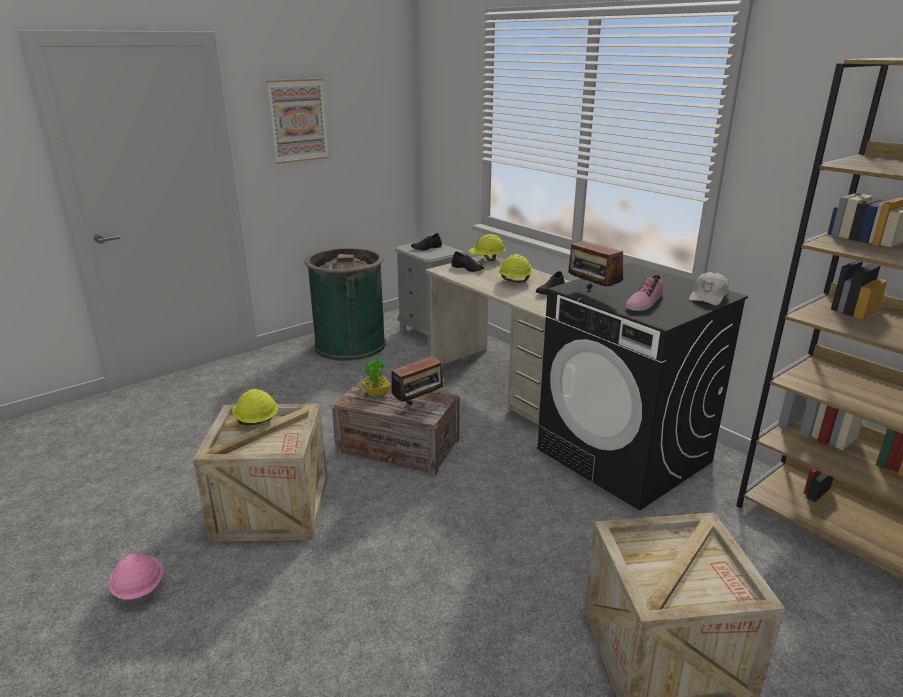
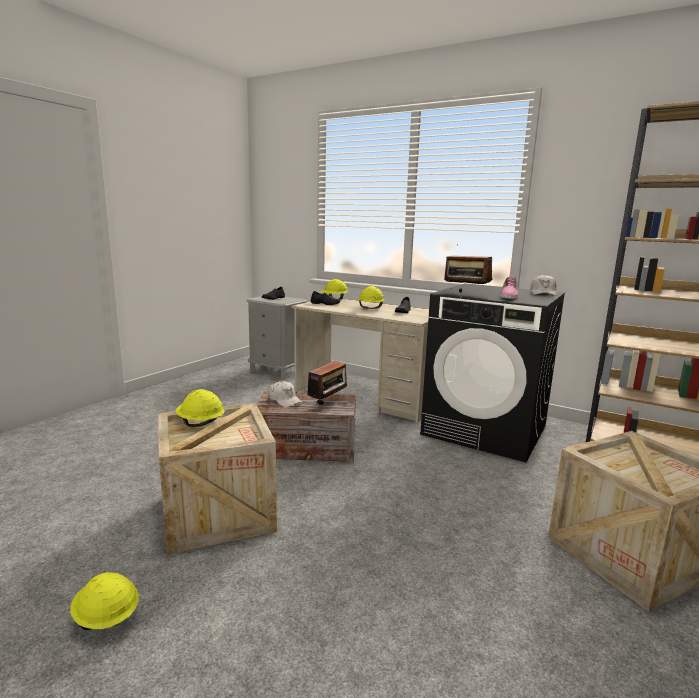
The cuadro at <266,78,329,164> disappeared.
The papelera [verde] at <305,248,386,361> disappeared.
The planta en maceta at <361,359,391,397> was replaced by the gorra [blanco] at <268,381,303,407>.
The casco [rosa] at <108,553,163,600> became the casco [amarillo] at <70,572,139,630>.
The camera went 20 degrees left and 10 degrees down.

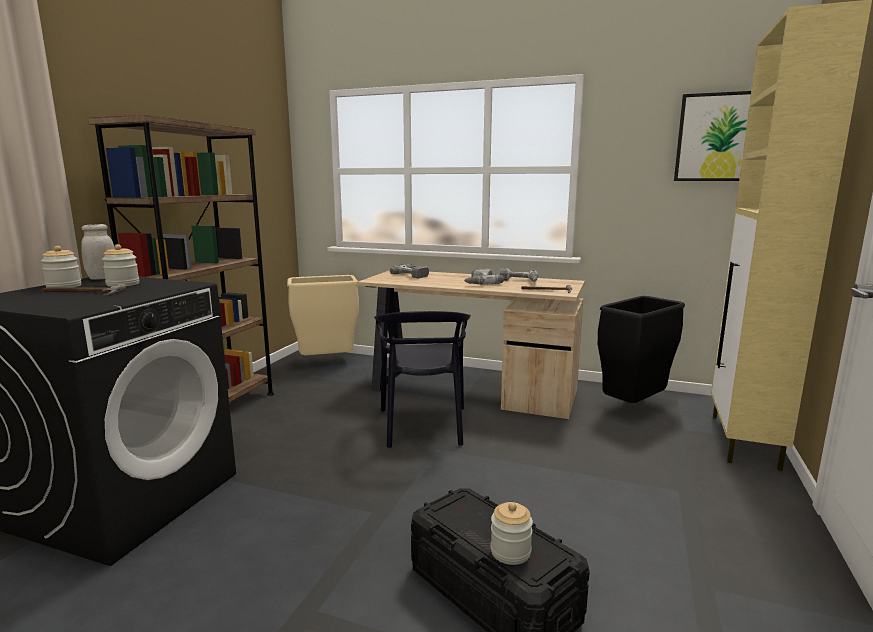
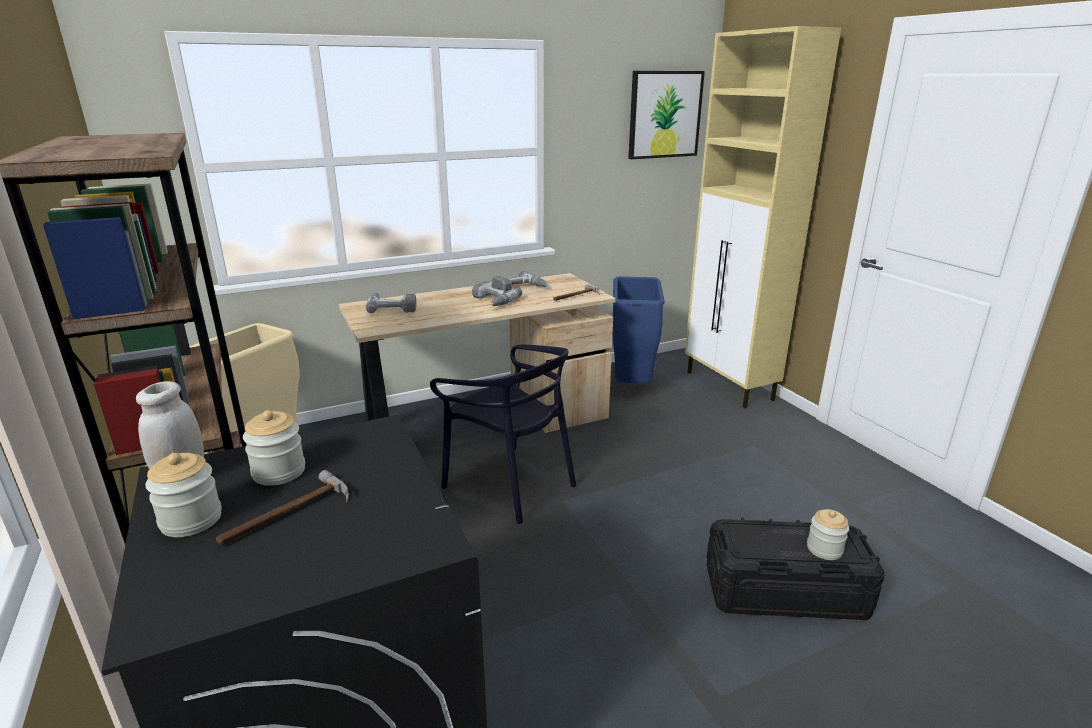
The papelera [negro] at <598,296,685,403> became the papelera [azul] at <612,276,665,384>.
The camera went 45 degrees left and 10 degrees up.

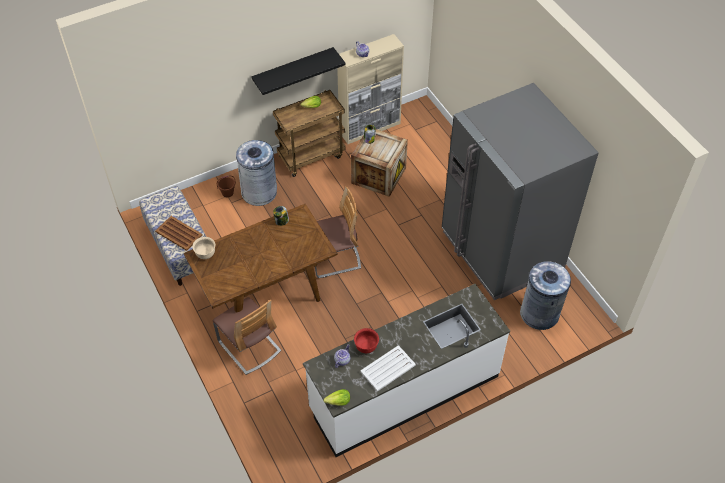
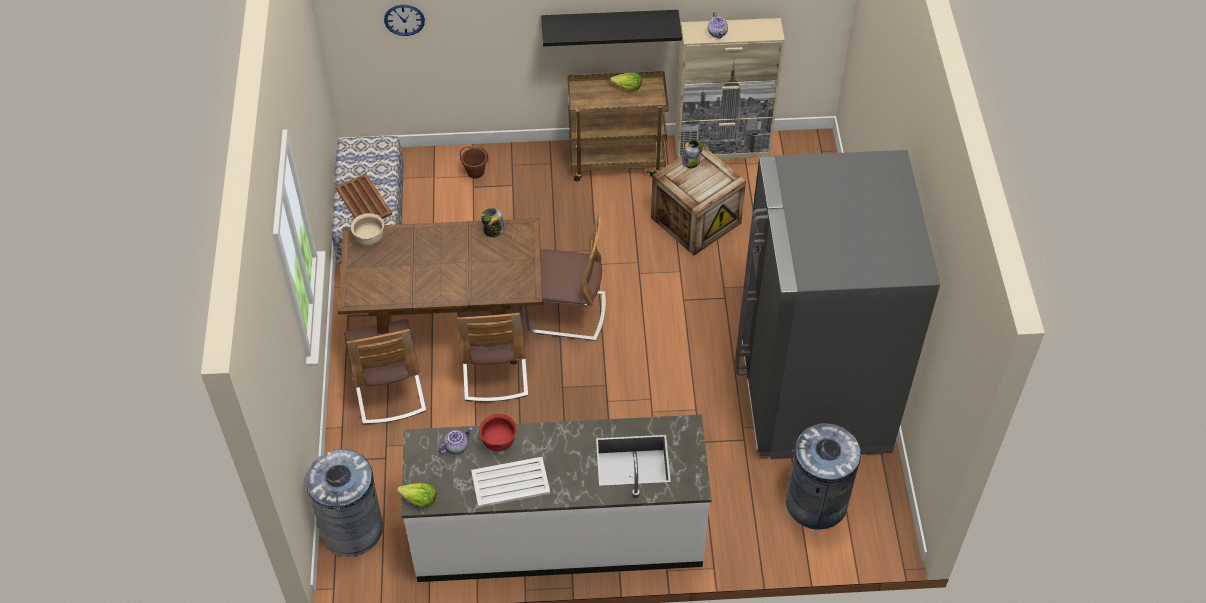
The reloj de pared at <384,5,425,36> appeared.
The silla at <457,306,528,402> appeared.
The papelera [gris] moved from <236,140,277,206> to <306,449,383,557>.
The camera went 25 degrees right and 0 degrees up.

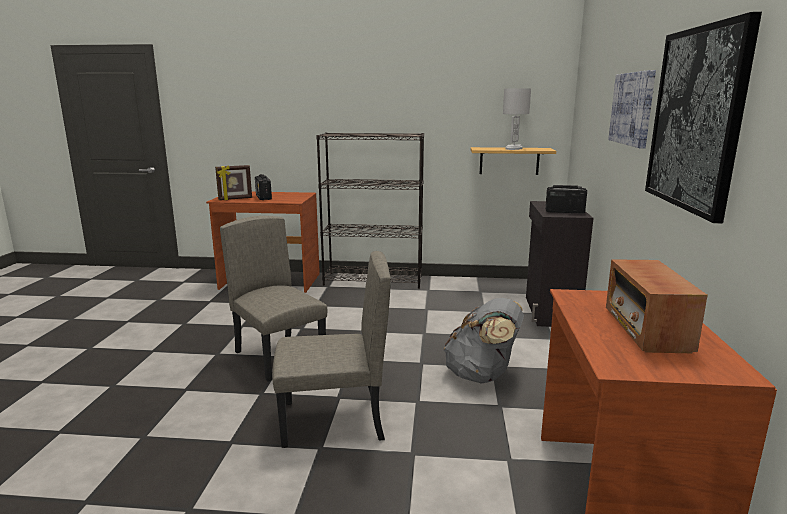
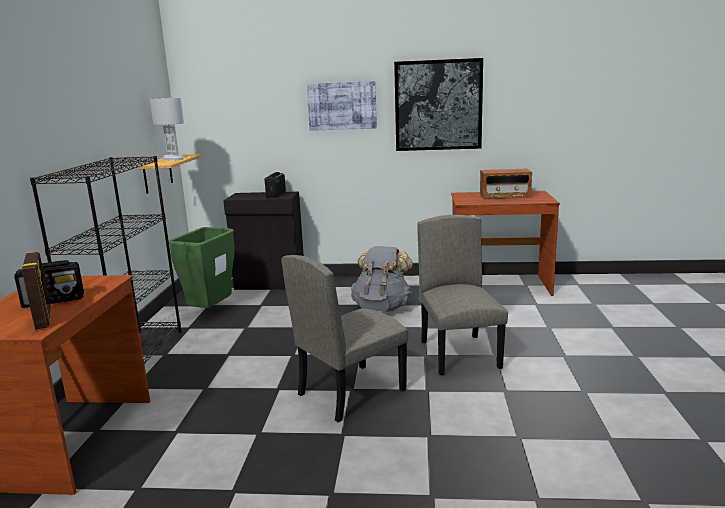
The papelera [verde] at <169,227,234,308> appeared.
The camera went 90 degrees left and 0 degrees up.

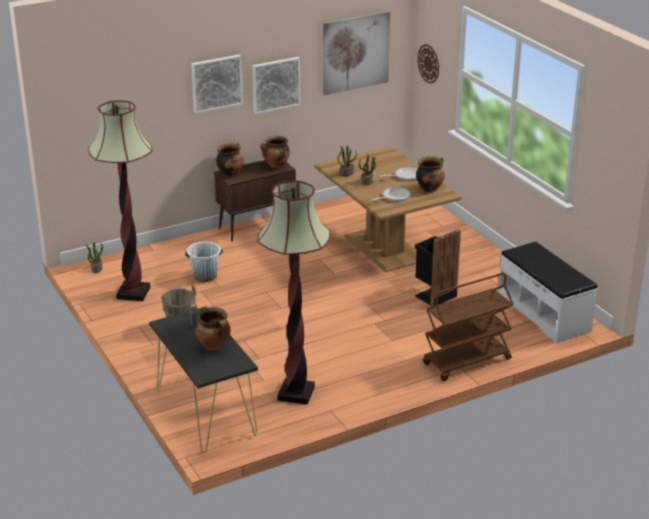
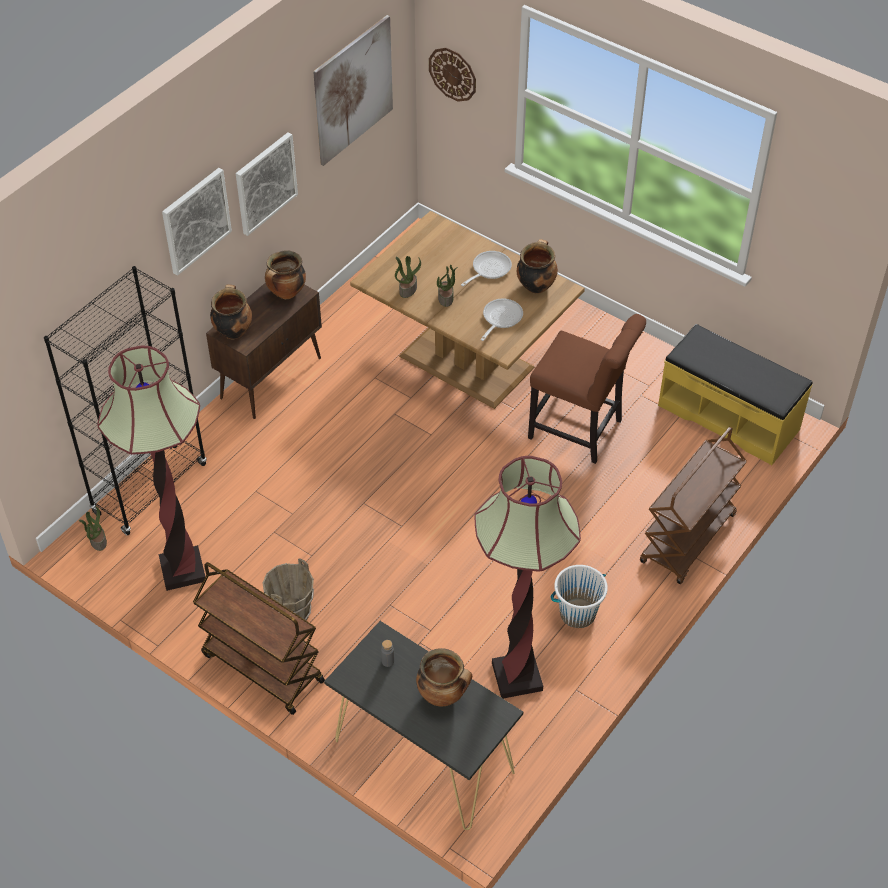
The estantería [negro] at <44,266,207,535> appeared.
The carrito [marrón] at <193,562,325,715> appeared.
The cubo [blanco] moved from <185,242,223,282> to <551,565,608,628>.
The papelera [negro] at <415,229,461,306> was replaced by the silla [marrón] at <528,314,646,464>.
The banco [blanco] at <498,242,598,343> became the banco [amarillo] at <658,324,813,465>.
The camera went 25 degrees left and 20 degrees up.

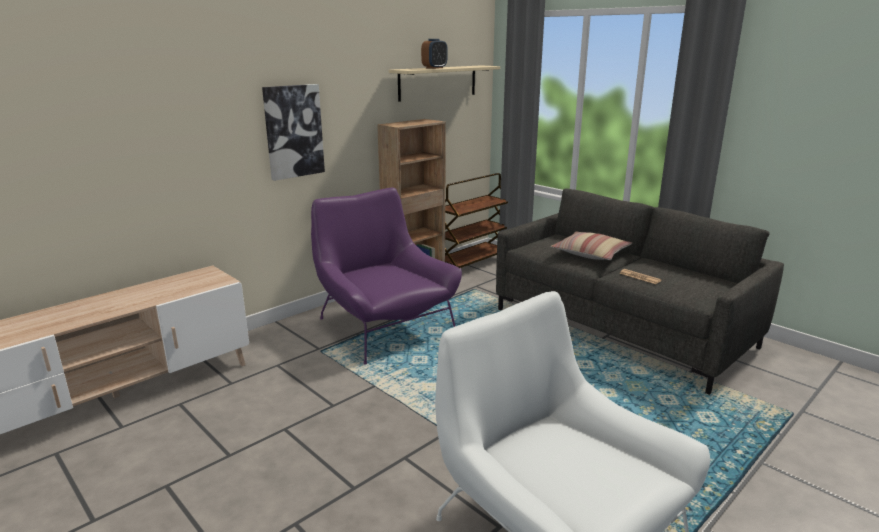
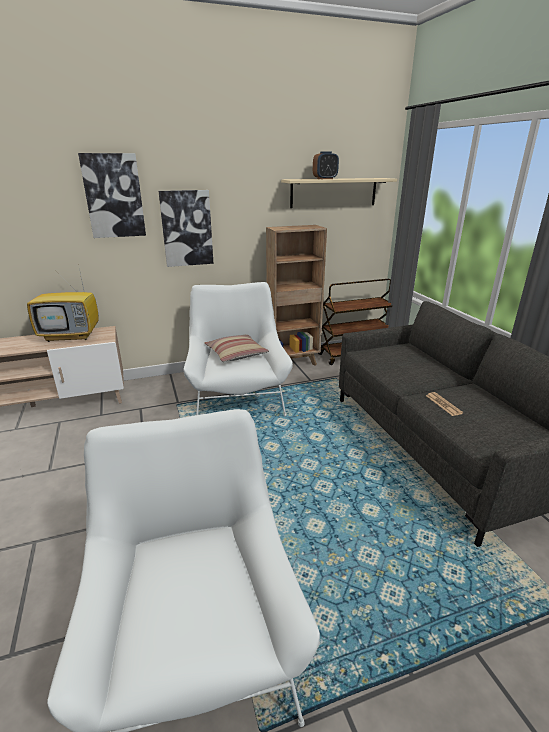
The televisor at <27,268,99,342> appeared.
The cuadro at <78,153,146,238> appeared.
The cojín moved from <551,232,632,260> to <204,335,269,362>.
The sillón [morado] at <311,187,462,365> became the sillón [blanco] at <184,282,293,416>.
The camera went 25 degrees right and 5 degrees up.

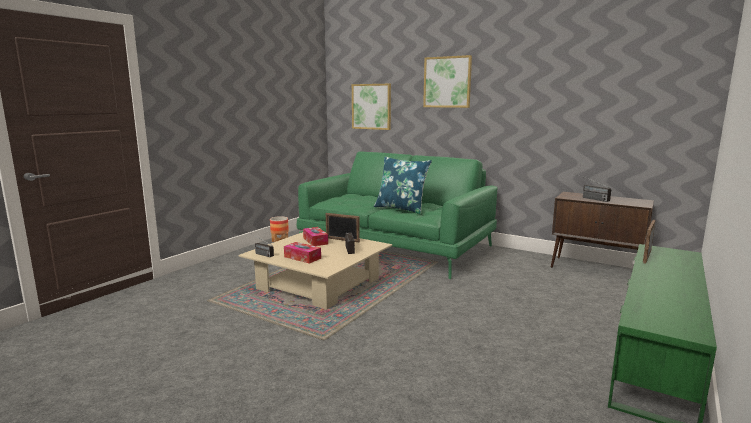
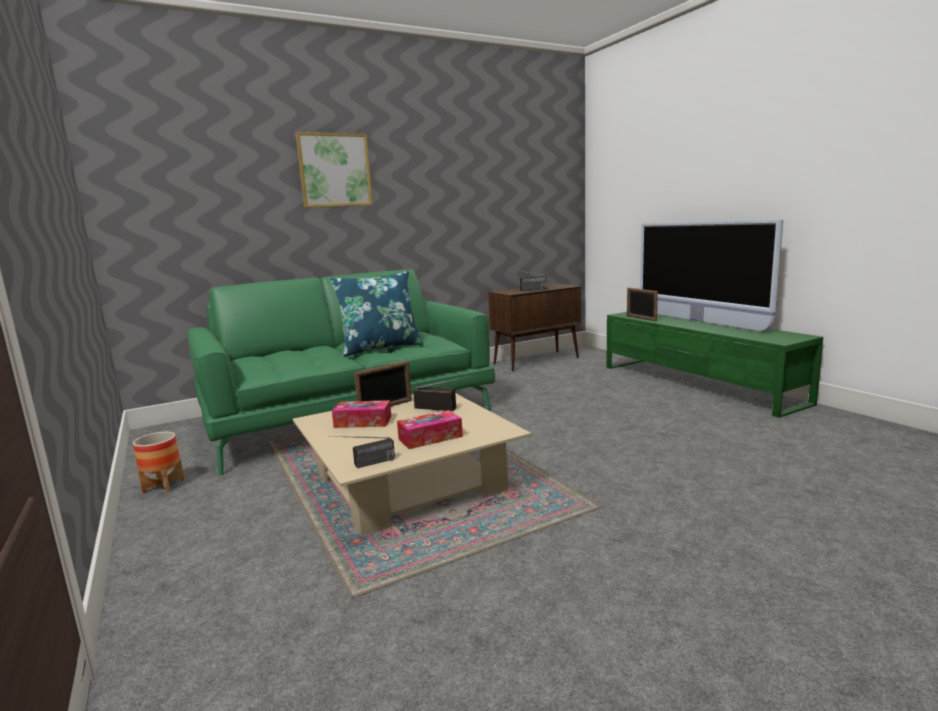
The cuadro at <352,84,391,130> disappeared.
The televisor at <640,220,783,332> appeared.
The camera went 60 degrees left and 0 degrees up.

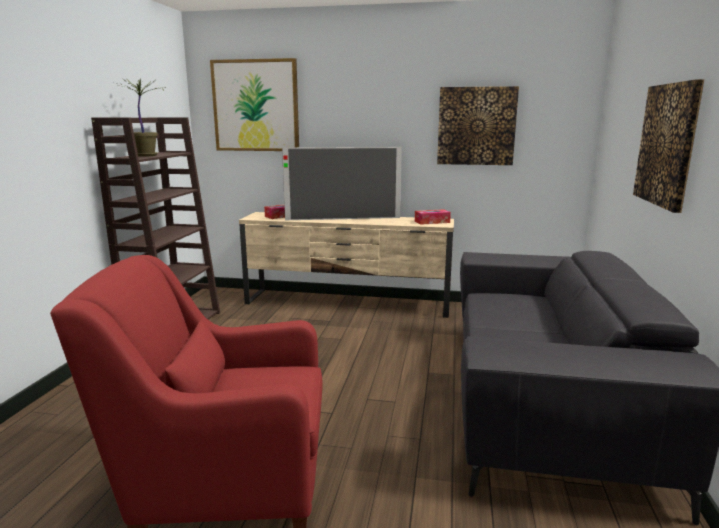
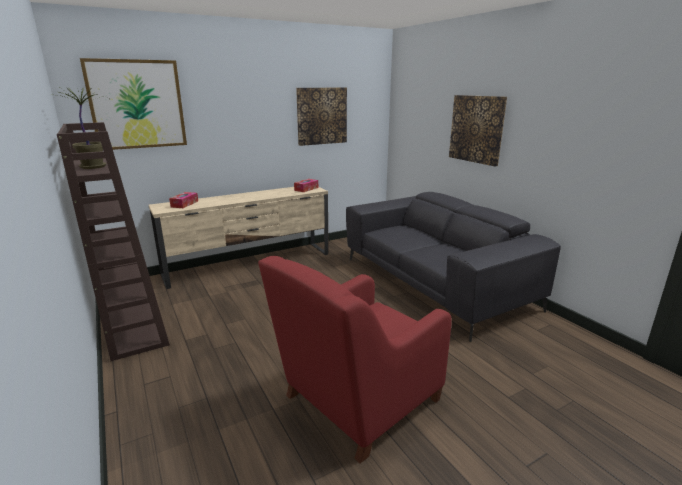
The televisor at <282,147,402,220> disappeared.
The camera went 40 degrees left and 5 degrees up.

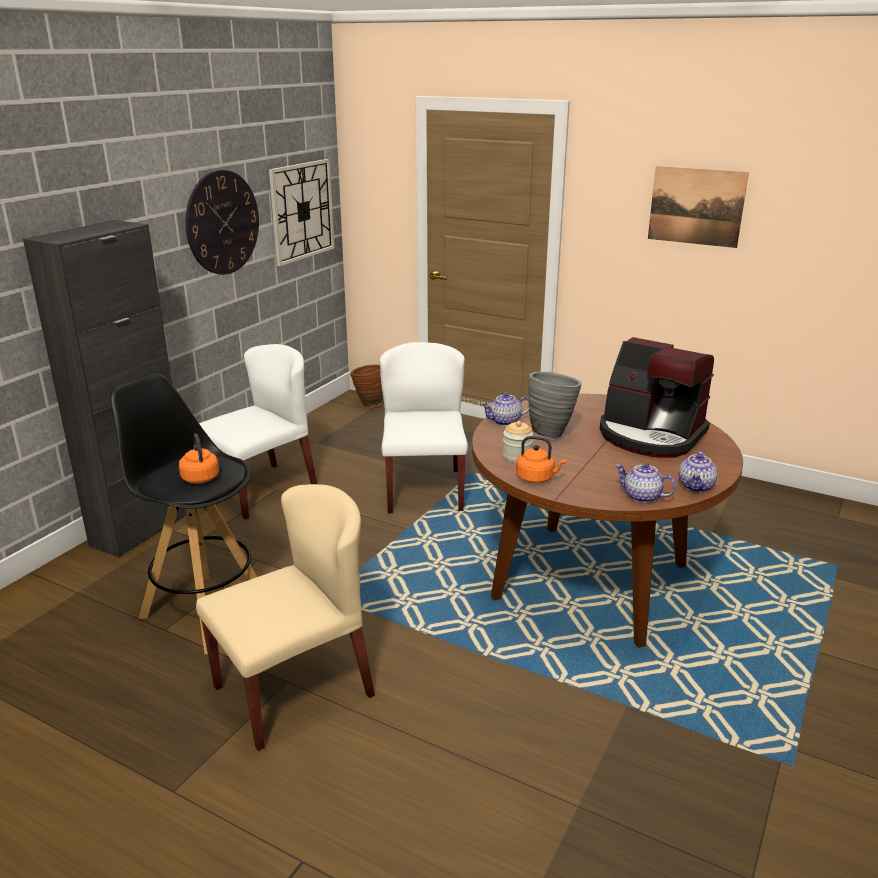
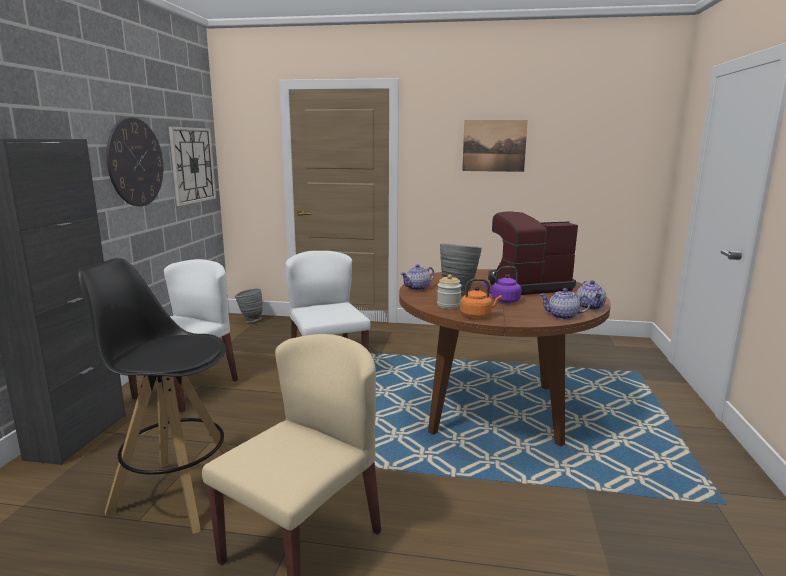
The hervidor [naranja] at <179,434,219,484> disappeared.
The hervidor [morado] at <484,266,521,303> appeared.
The florero [marrón] at <350,365,383,408> became the florero [gris] at <235,288,263,323>.
The cafetera at <600,337,714,458> turned 150 degrees clockwise.
The camera went 20 degrees left and 10 degrees down.

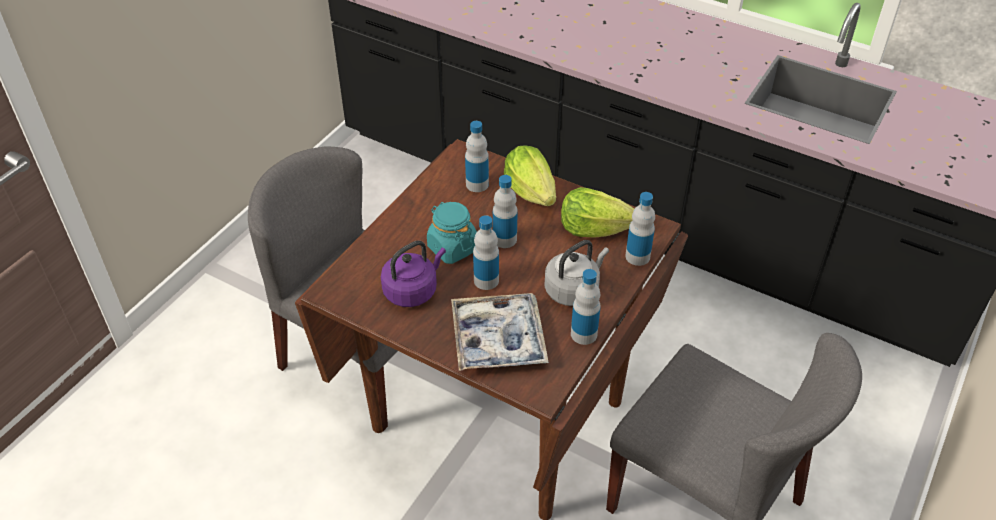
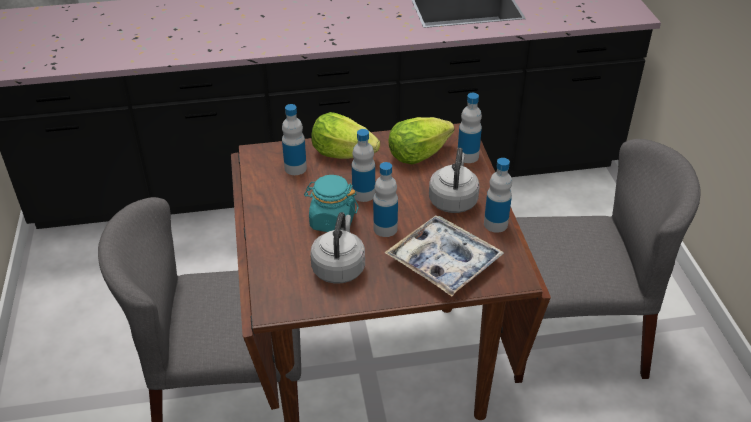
The hervidor [morado] at <381,241,446,307> became the hervidor [gris] at <310,212,365,284>.
The camera went 40 degrees left and 5 degrees down.

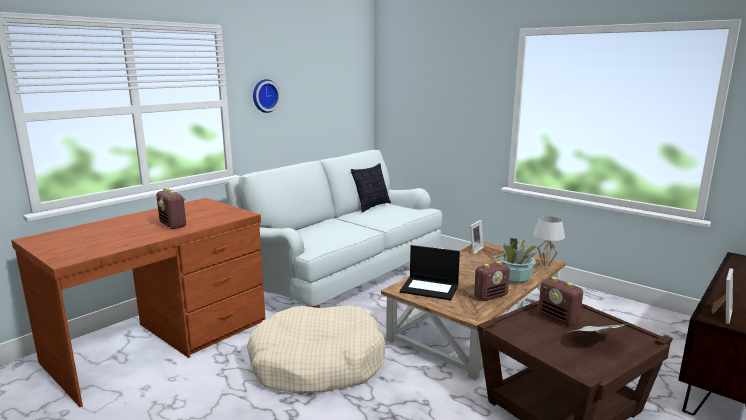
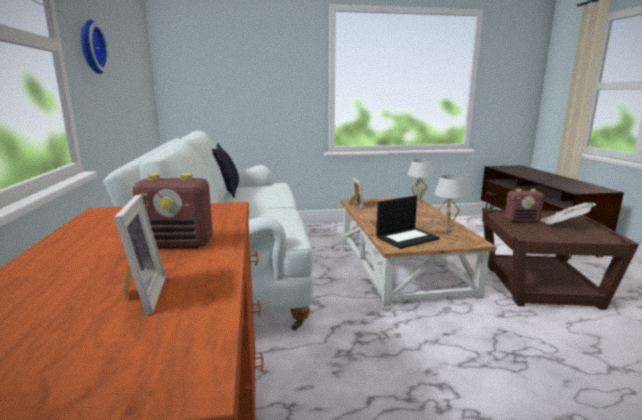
The cama para perro [beis] at <247,305,385,395> disappeared.
The planta en maceta at <493,238,538,283> disappeared.
The portarretratos moved from <712,268,733,324> to <114,194,166,315>.
The radio at <474,261,510,301> was replaced by the lámpara de mesa [blanco] at <434,175,467,229>.
The camera went 50 degrees left and 0 degrees up.

